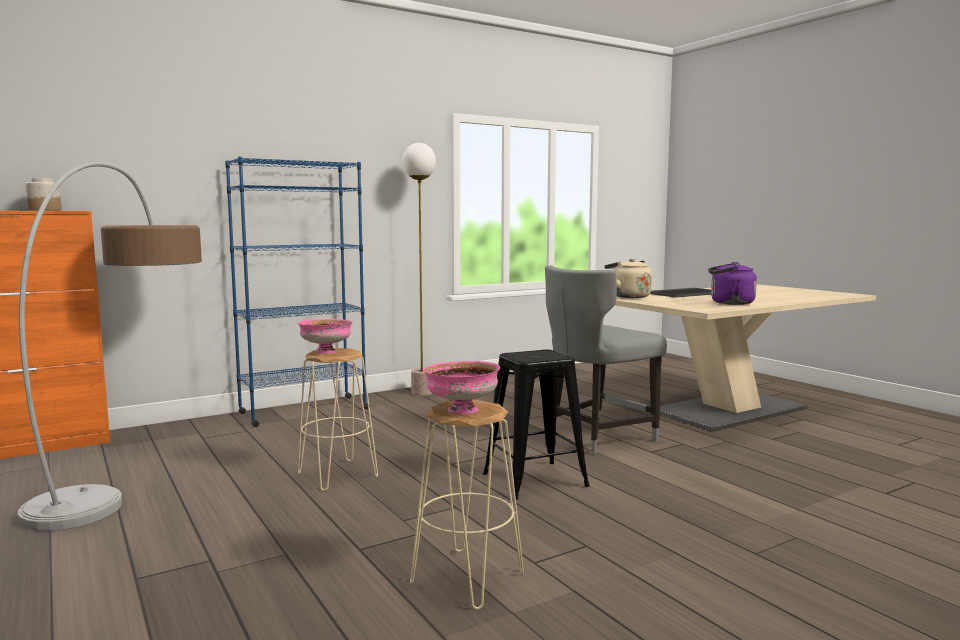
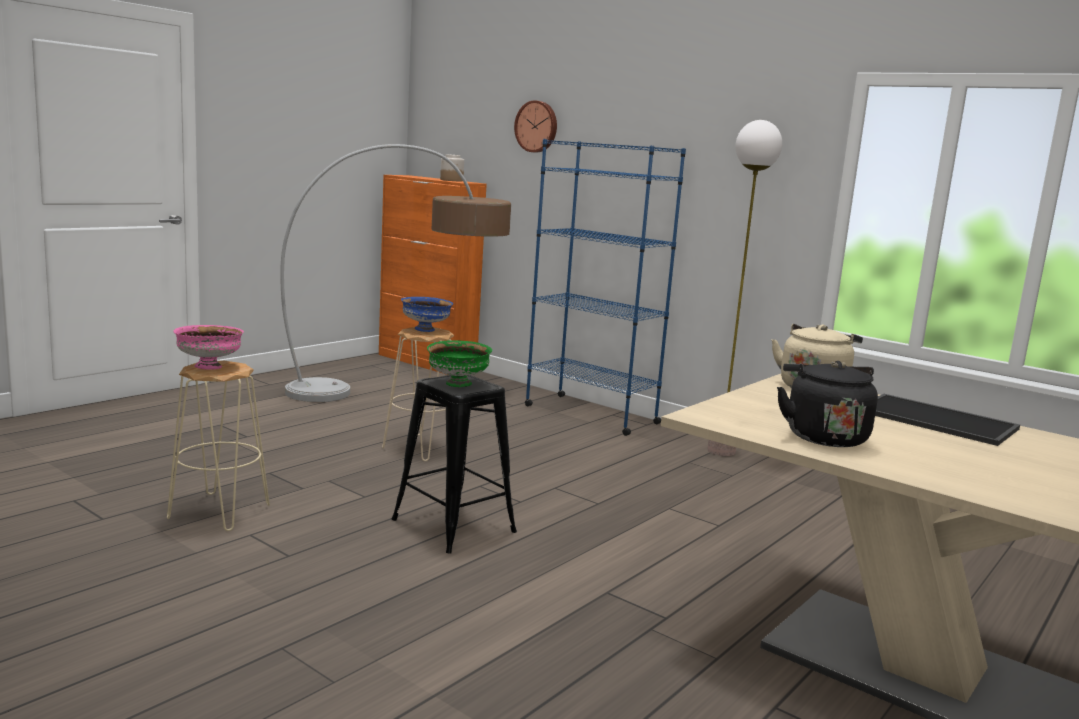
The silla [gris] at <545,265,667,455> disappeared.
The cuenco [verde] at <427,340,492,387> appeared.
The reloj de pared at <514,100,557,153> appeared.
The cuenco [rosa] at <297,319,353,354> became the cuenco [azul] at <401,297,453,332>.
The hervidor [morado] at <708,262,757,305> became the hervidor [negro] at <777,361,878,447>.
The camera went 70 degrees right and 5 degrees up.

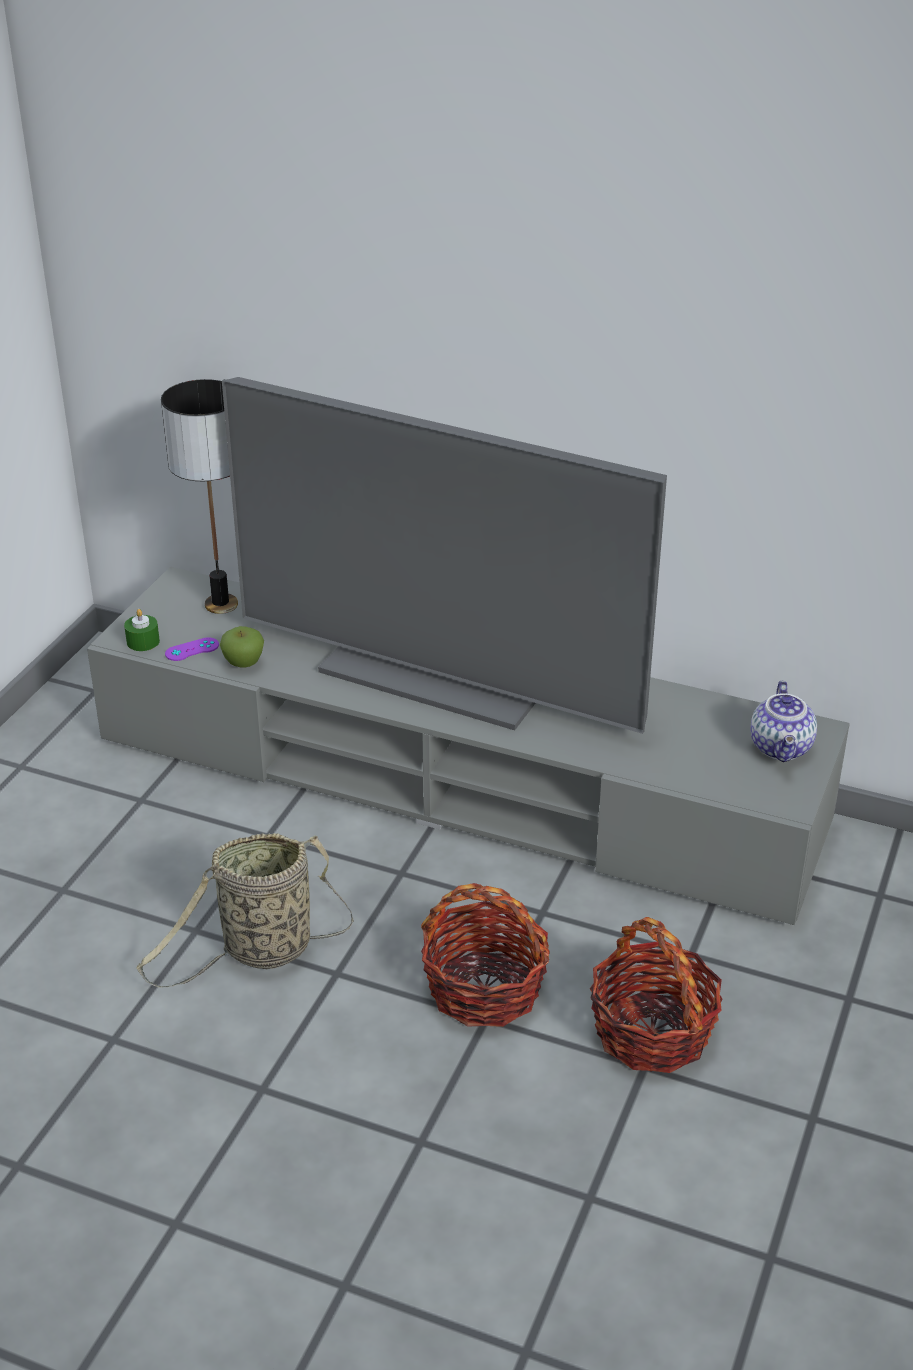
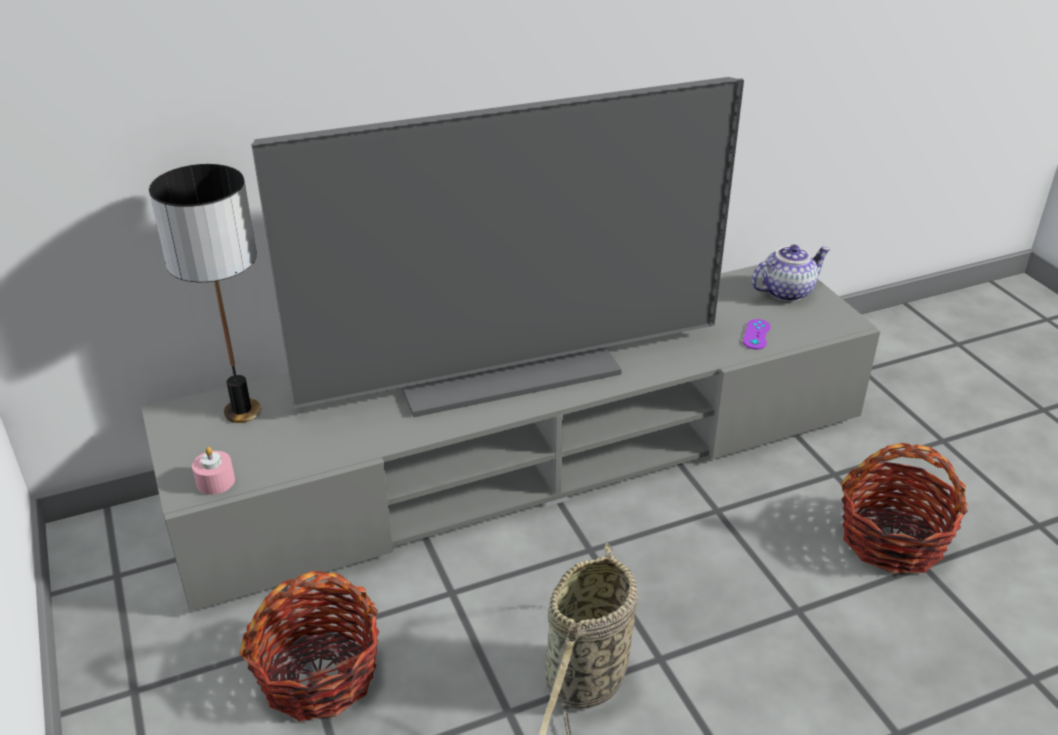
The manzana at <220,626,264,668> disappeared.
The mando de consola [morado] moved from <165,637,219,661> to <743,319,771,350>.
The cesta moved from <421,883,550,1027> to <239,571,379,721>.
The vela [verde] at <124,609,160,651> became the vela [rosa] at <192,447,235,495>.
The tetera at <750,681,817,762> turned 75 degrees counterclockwise.
The camera went 45 degrees left and 0 degrees up.

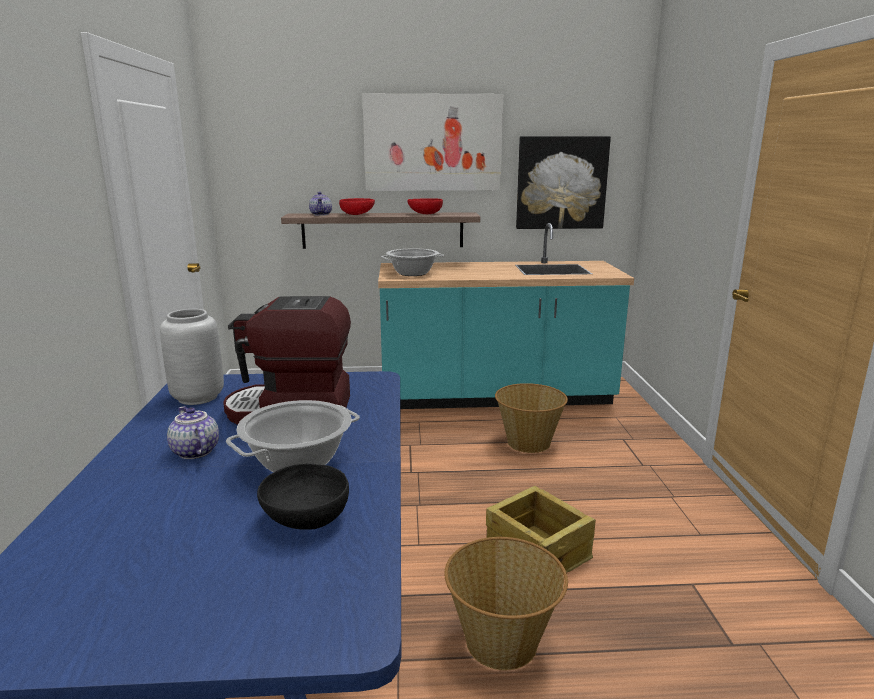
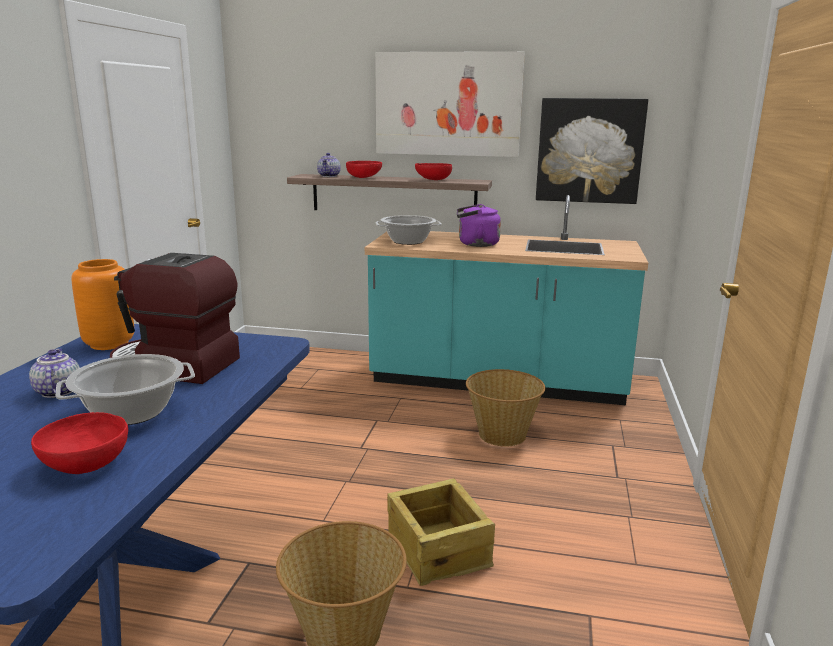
The hervidor [morado] at <457,204,501,247> appeared.
The florero [gris] at <160,309,224,405> became the florero [naranja] at <71,259,134,350>.
The cuenco [negro] at <257,463,349,530> became the cuenco [rojo] at <31,412,128,474>.
The camera went 15 degrees right and 0 degrees up.

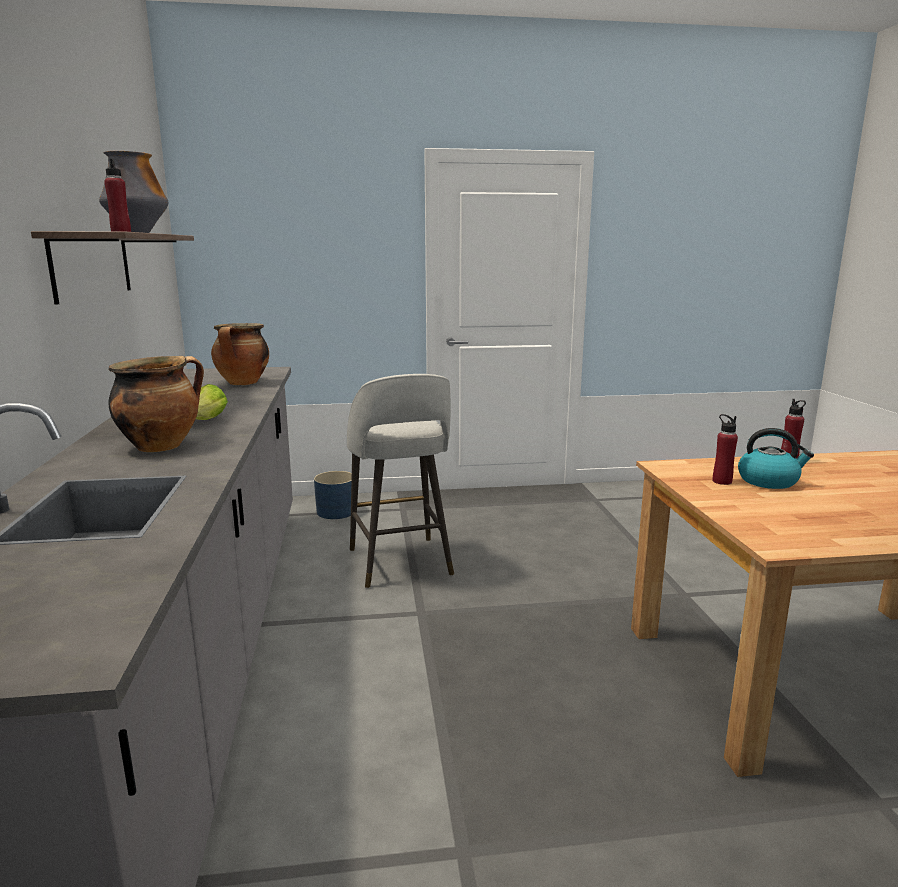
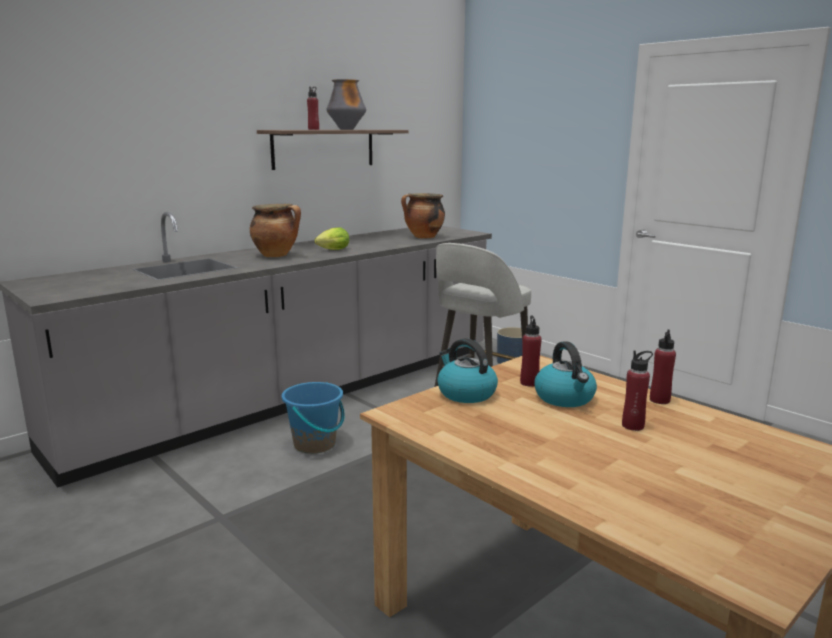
The cubo [azul] at <281,382,345,454> appeared.
The hervidor at <437,338,498,403> appeared.
The botella [rojo] at <622,350,653,431> appeared.
The camera went 55 degrees right and 0 degrees up.

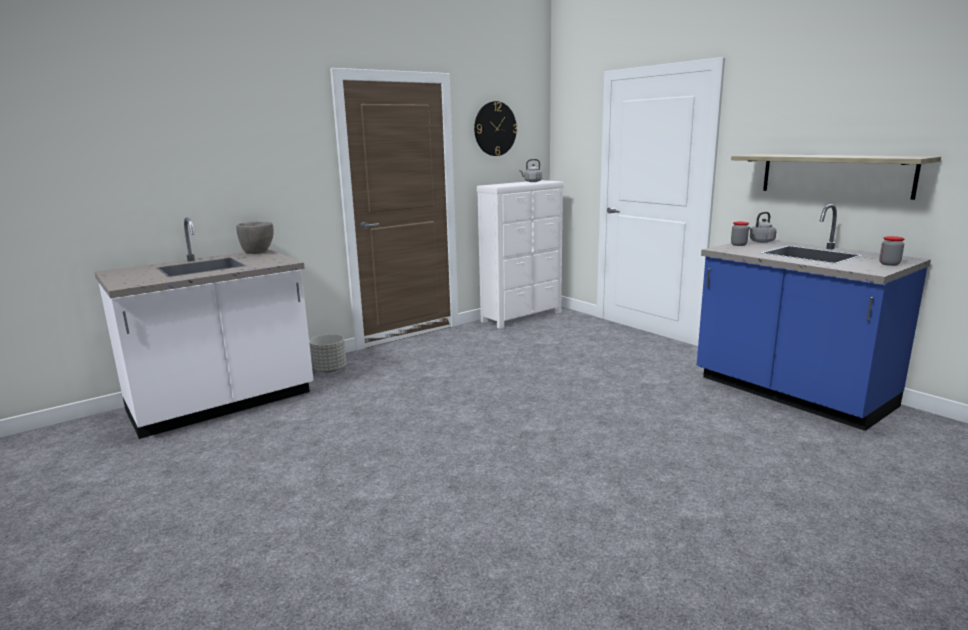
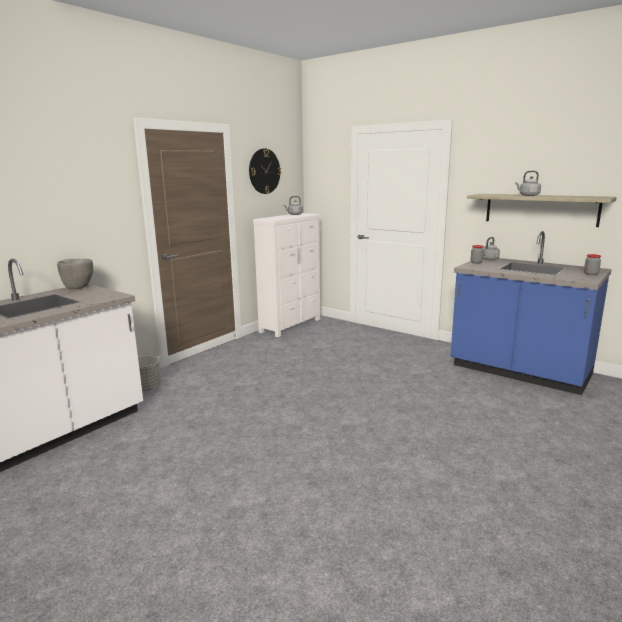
The hervidor [gris] at <515,171,541,196> appeared.
The camera went 15 degrees left and 0 degrees up.

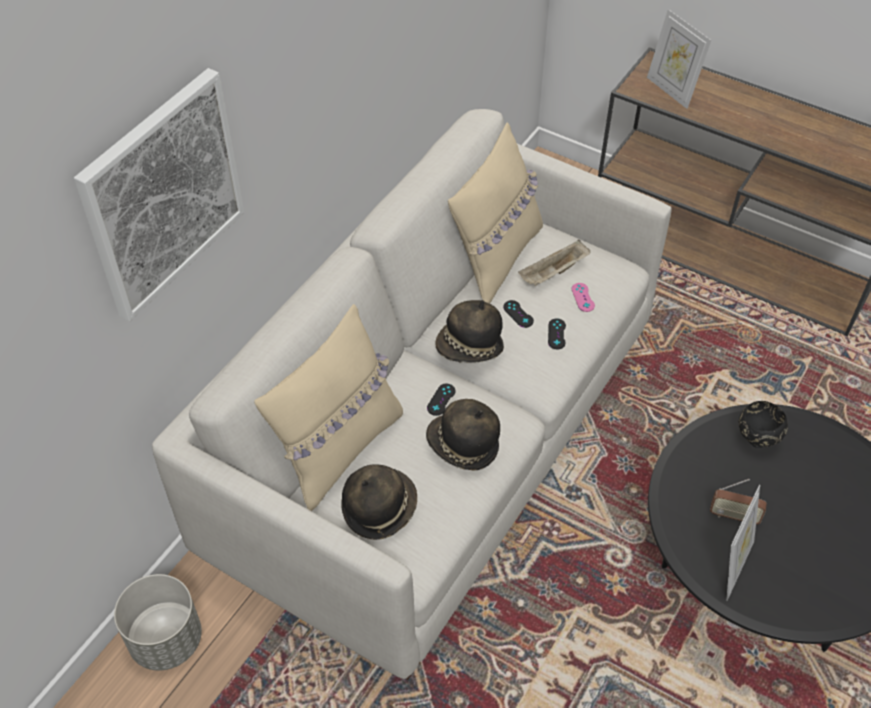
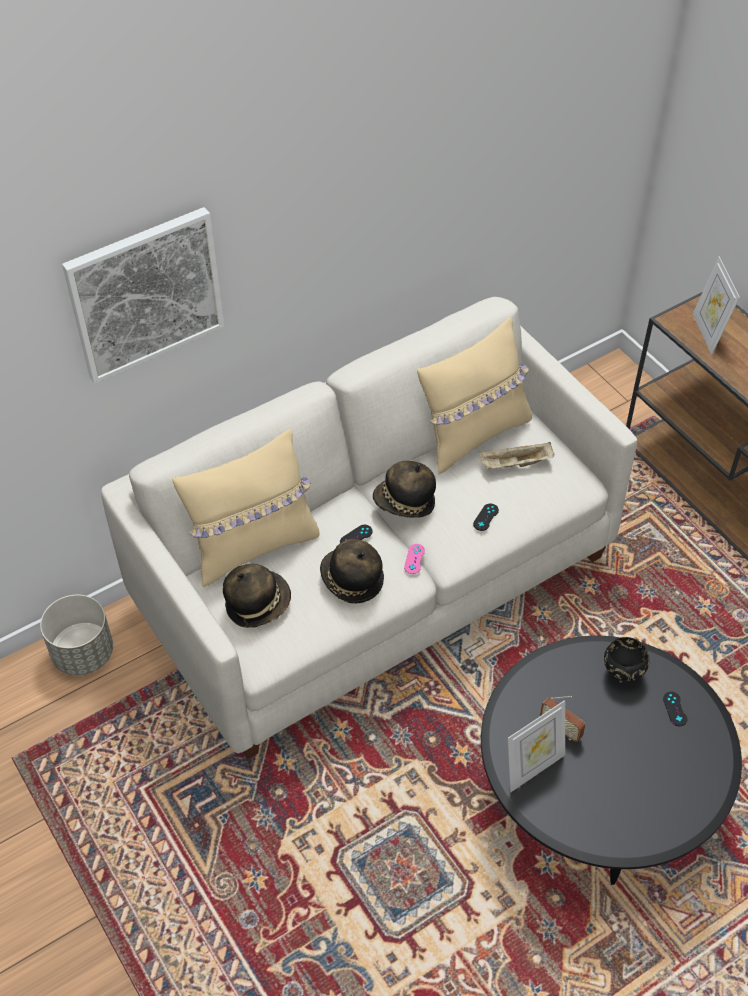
The mando de consola [negro] moved from <503,300,534,328> to <663,691,687,726>.
The mando de consola [rosa] moved from <572,283,595,312> to <404,544,425,574>.
The camera went 25 degrees right and 0 degrees up.

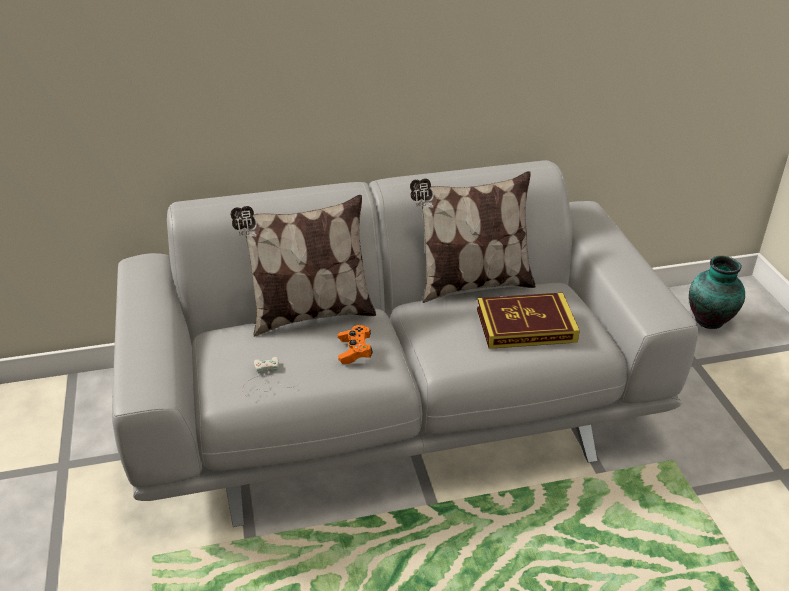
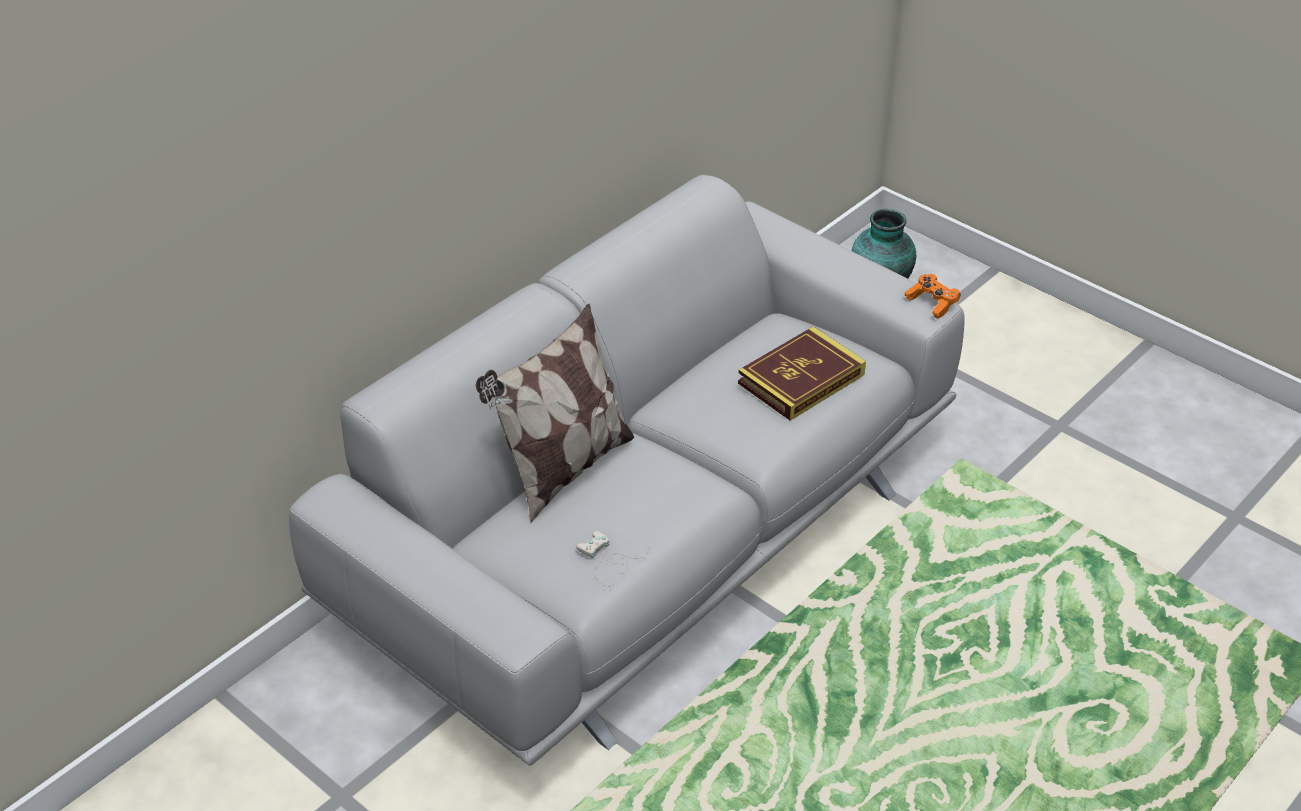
The cojín at <410,171,536,303> disappeared.
The mando de consola [naranja] moved from <338,325,373,364> to <904,274,961,319>.
The camera went 35 degrees left and 5 degrees up.

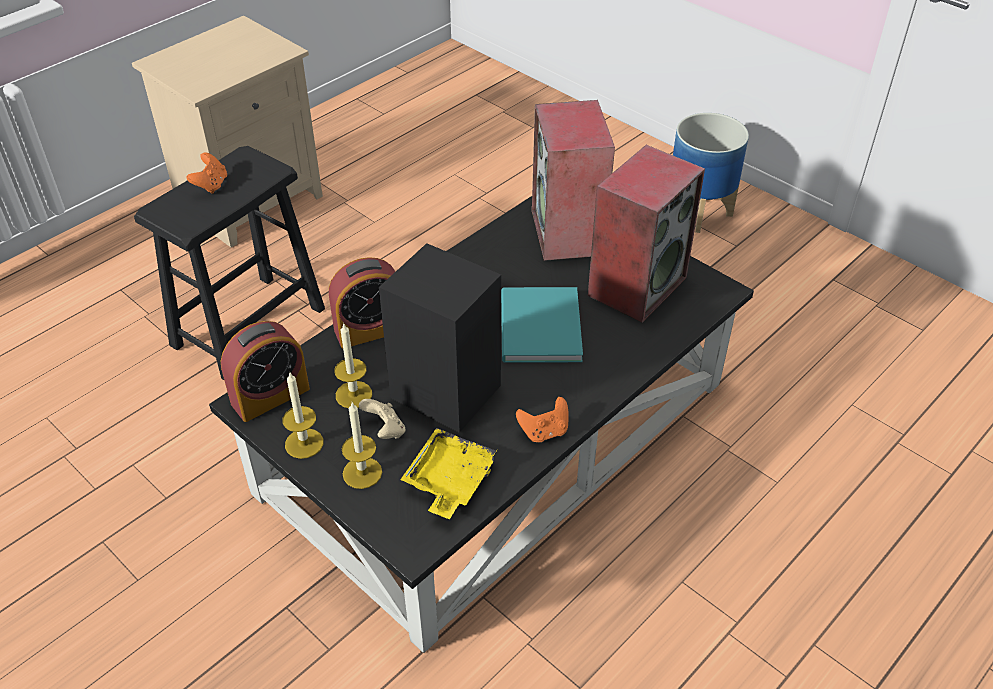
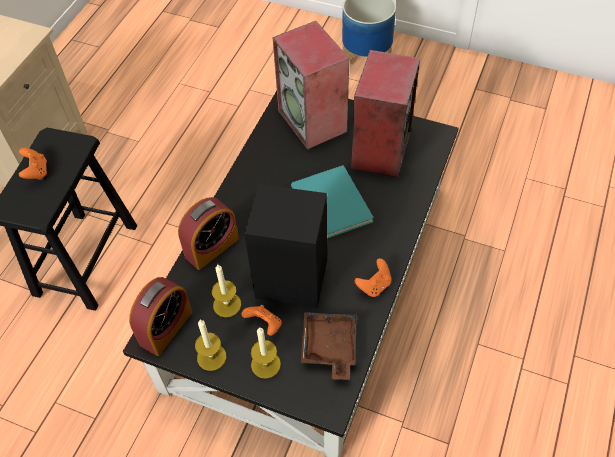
The mando de consola [beis] at <359,399,406,439> became the mando de consola [naranja] at <241,305,282,336>.
The bandeja [amarillo] at <400,428,498,519> became the bandeja [marrón] at <301,312,357,380>.
The camera went 20 degrees left and 10 degrees up.

